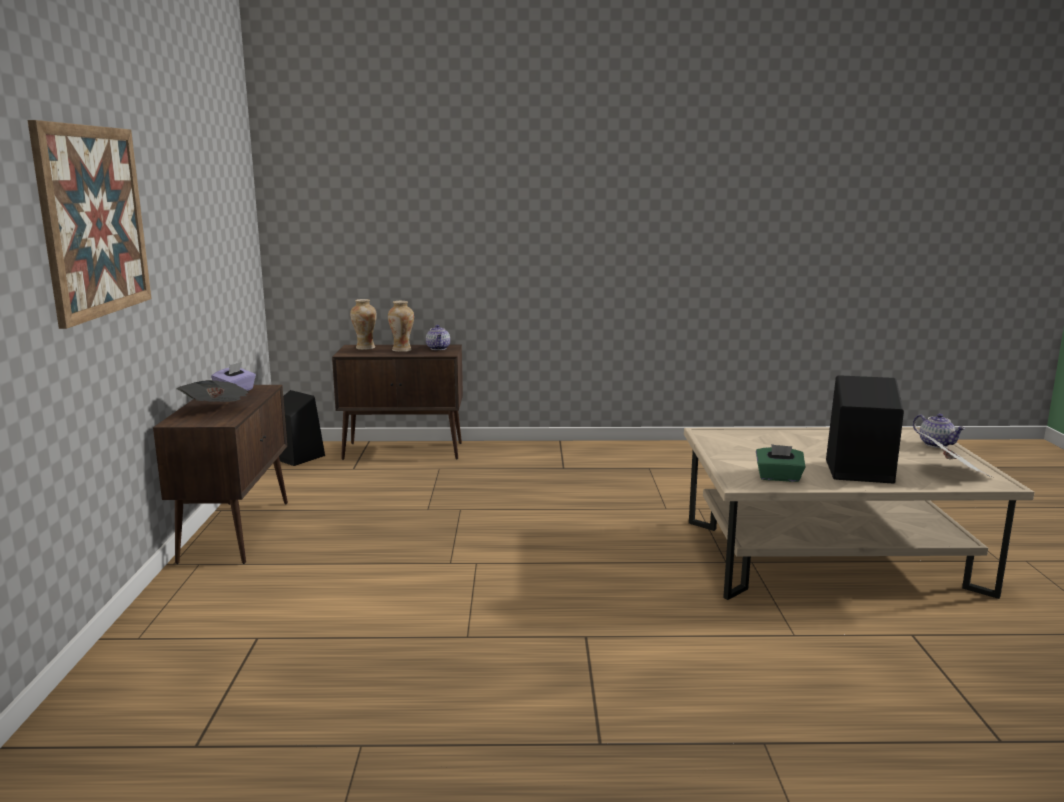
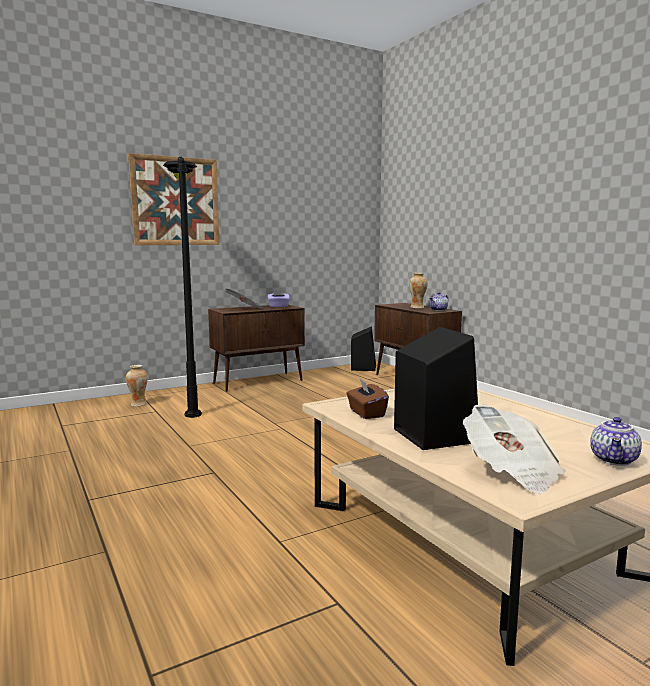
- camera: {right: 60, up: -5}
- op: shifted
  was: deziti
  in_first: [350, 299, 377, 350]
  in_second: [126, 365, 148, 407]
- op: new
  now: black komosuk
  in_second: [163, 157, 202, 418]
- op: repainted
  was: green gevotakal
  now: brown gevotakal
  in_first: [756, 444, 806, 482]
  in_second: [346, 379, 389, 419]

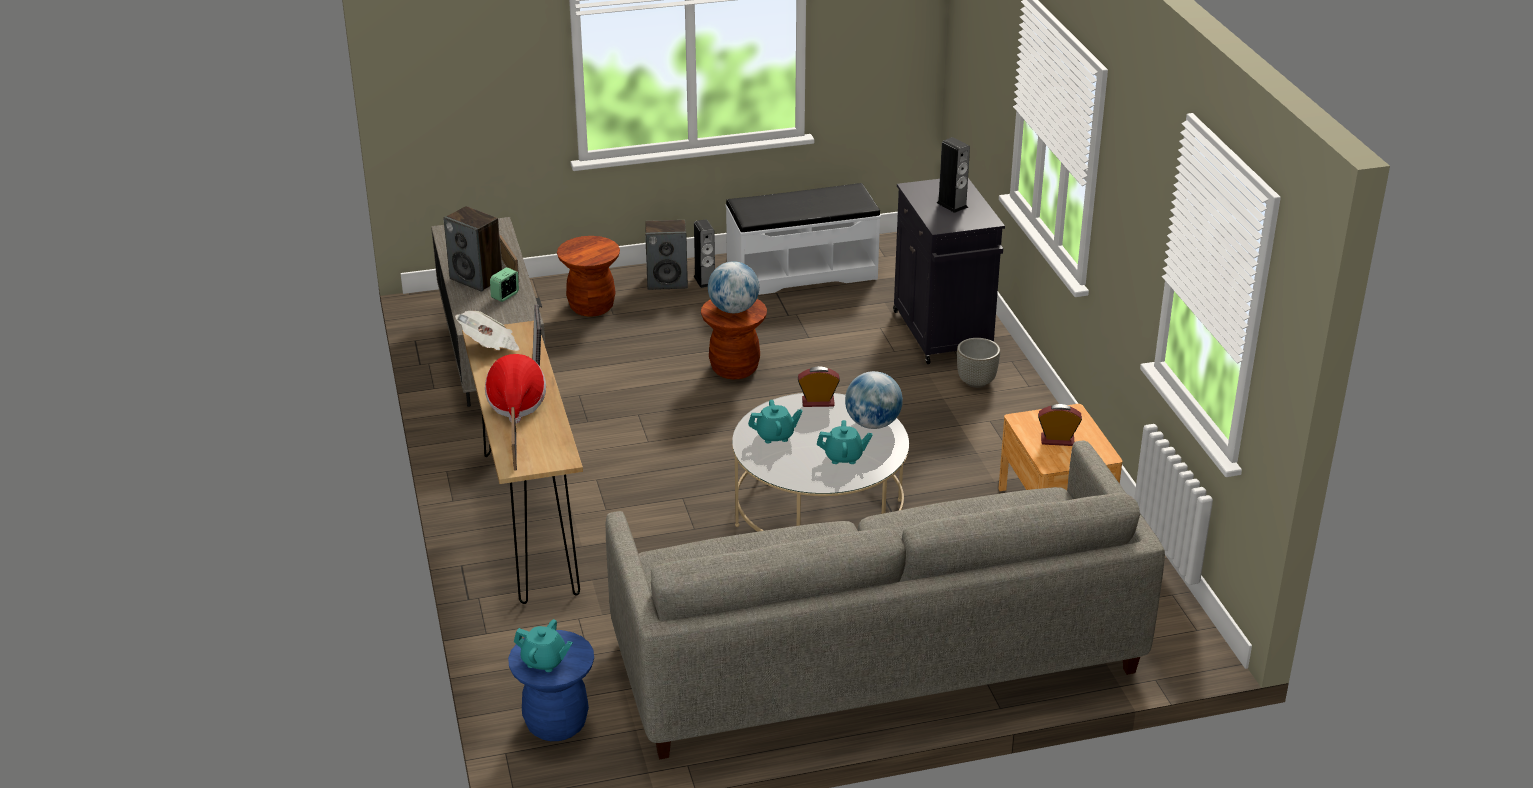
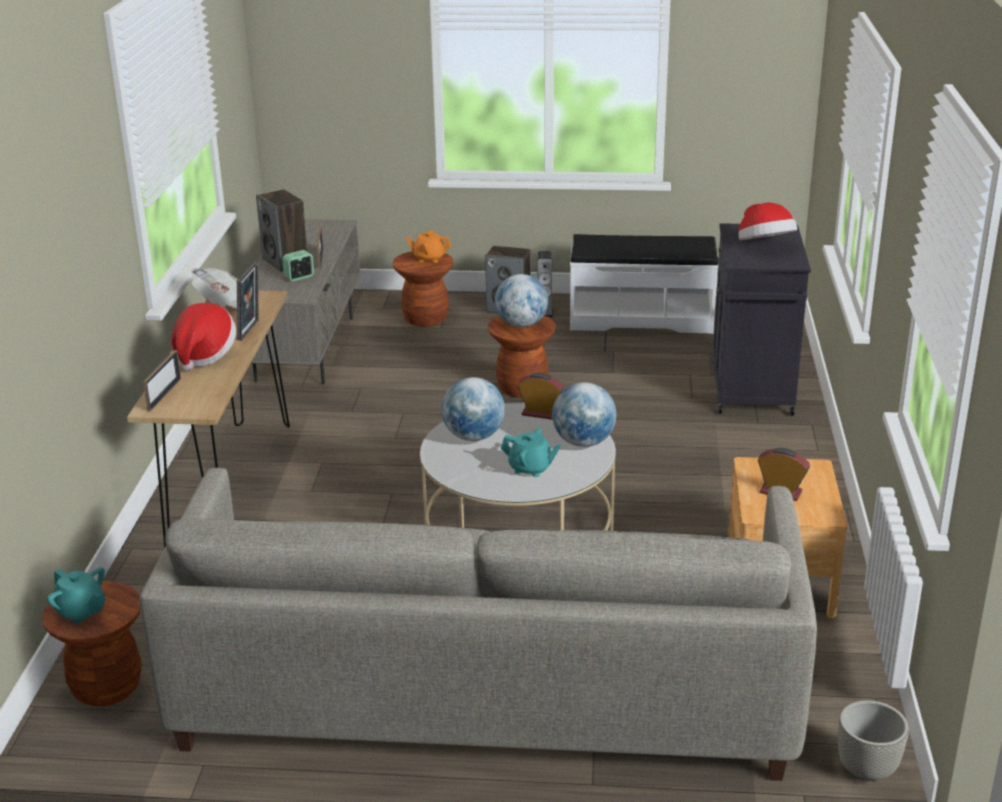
- camera: {right: 20, up: -5}
- op: repainted
  was: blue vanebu
  now: brown vanebu
  in_first: [508, 630, 594, 741]
  in_second: [42, 581, 142, 707]
- op: new
  now: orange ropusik
  in_second: [406, 230, 451, 263]
- op: swapped
  was: turquoise ropusik
  now: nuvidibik
  in_first: [748, 400, 802, 443]
  in_second: [441, 377, 505, 441]
- op: swapped
  was: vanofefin
  now: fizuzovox
  in_first: [937, 137, 970, 213]
  in_second: [738, 203, 797, 240]
- op: shifted
  was: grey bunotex
  in_first: [957, 338, 1000, 388]
  in_second: [838, 700, 909, 781]

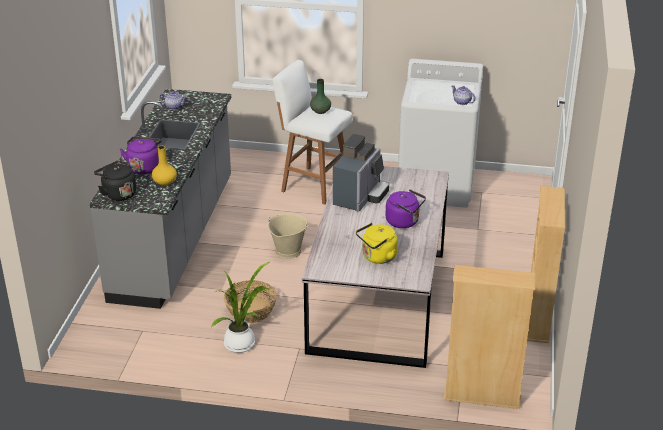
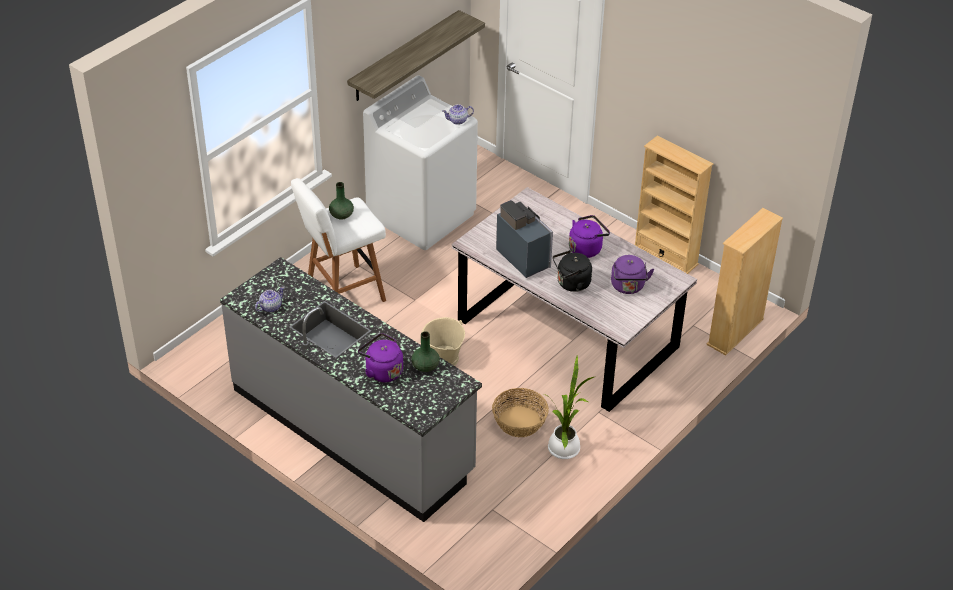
- camera: {right: -60, up: 10}
- op: new
  now: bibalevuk
  in_second: [347, 10, 485, 101]
- op: repainted
  was: yellow deziti
  now: green deziti
  in_first: [152, 146, 177, 186]
  in_second: [412, 331, 440, 372]
- op: shifted
  was: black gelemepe
  in_first: [94, 160, 136, 201]
  in_second: [553, 250, 592, 292]
- op: repainted
  was: yellow gelemepe
  now: purple gelemepe
  in_first: [356, 223, 398, 264]
  in_second: [611, 255, 654, 294]

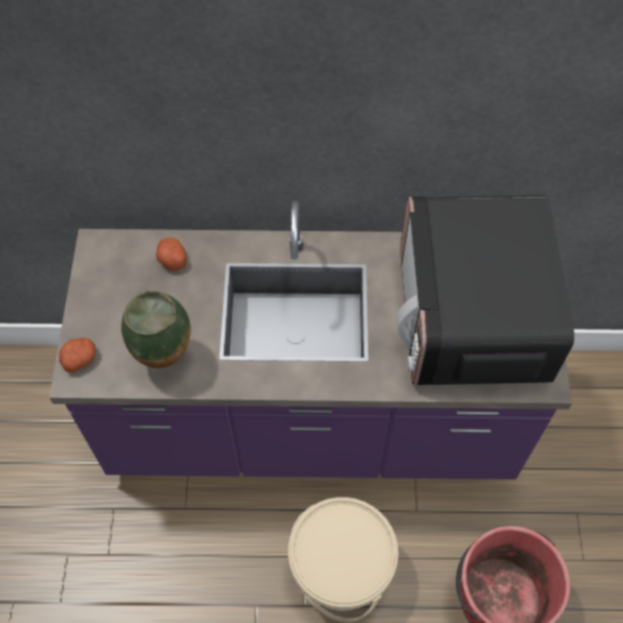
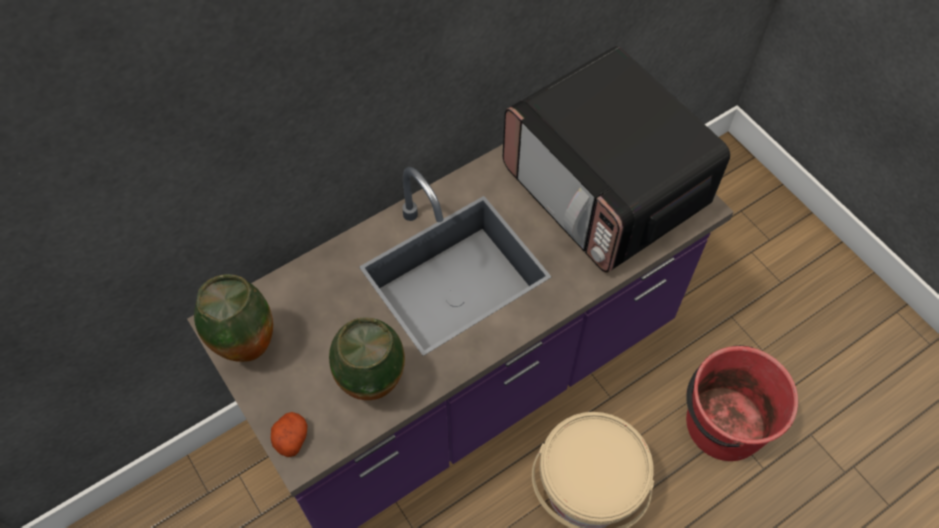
- camera: {right: -35, up: 0}
- op: new
  now: deziti
  in_second: [194, 274, 273, 362]
- op: gone
  was: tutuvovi
  in_first: [156, 238, 187, 270]

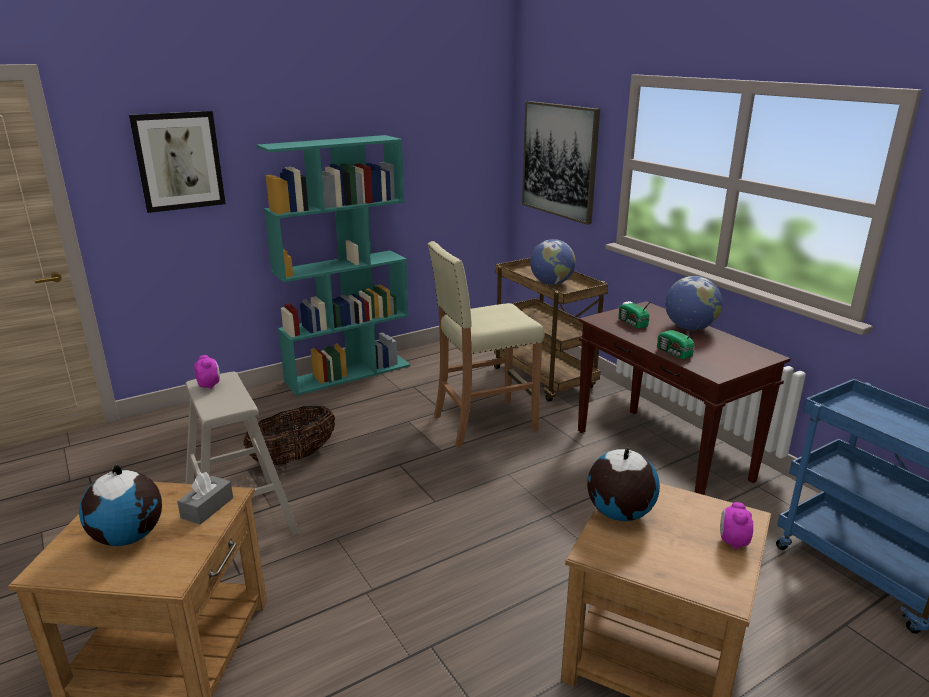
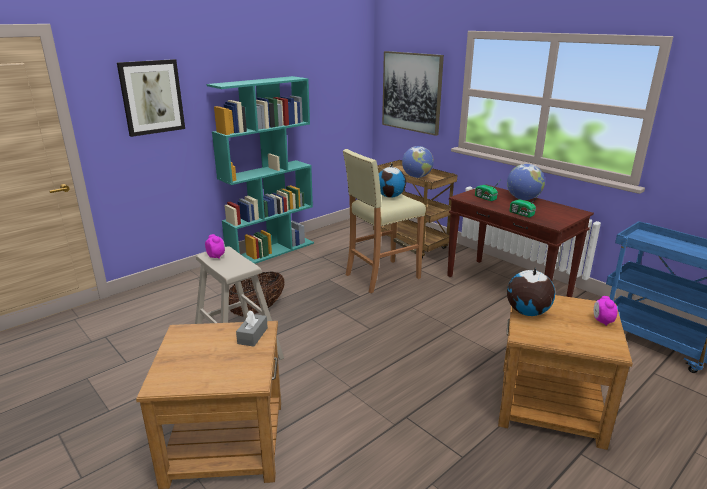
- camera: {right: -10, up: 0}
- op: shifted
  was: nuvidibik
  in_first: [79, 465, 162, 546]
  in_second: [379, 163, 406, 198]

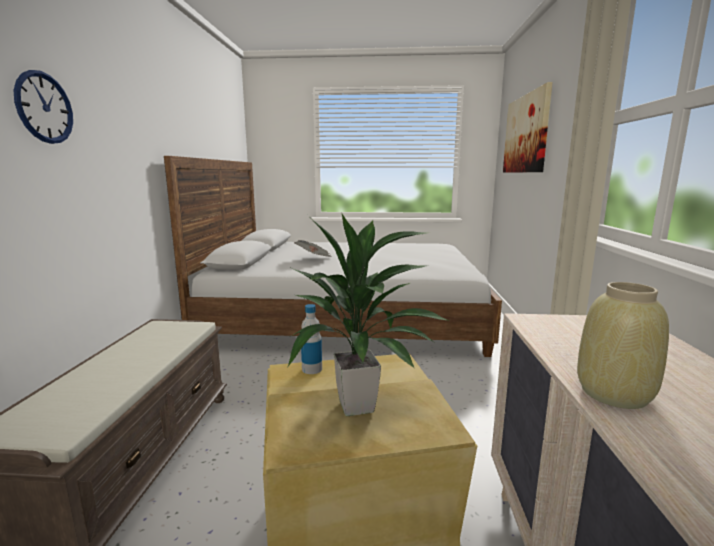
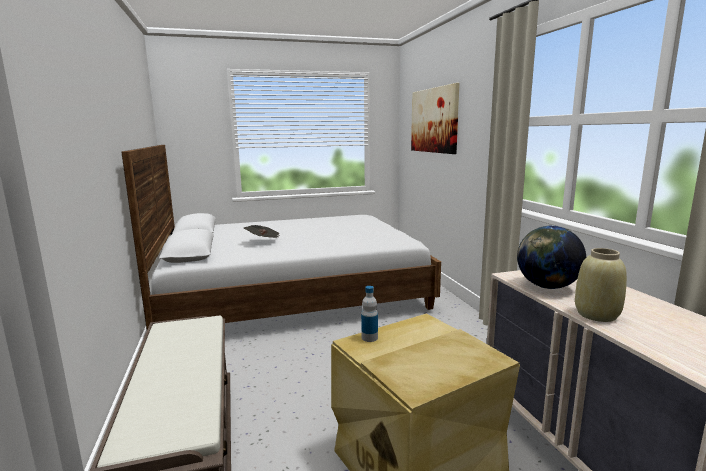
- camera: {right: -20, up: 0}
- op: new
  now: nuvidibik
  in_second: [517, 225, 586, 289]
- op: gone
  was: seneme
  in_first: [14, 70, 73, 144]
- op: gone
  was: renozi
  in_first: [287, 214, 449, 416]

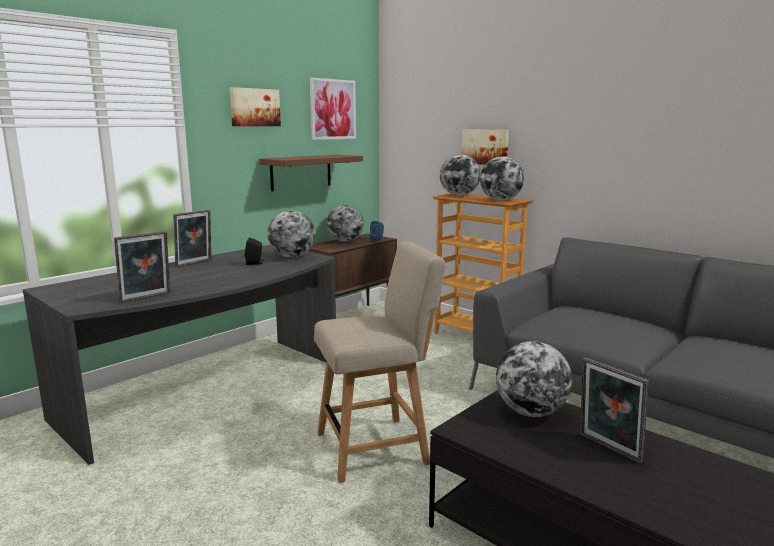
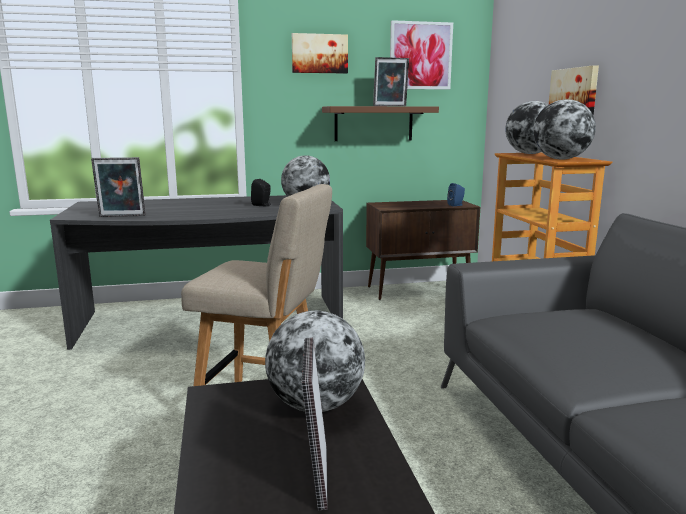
- camera: {right: 35, up: 0}
- op: shifted
  was: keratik
  in_first: [173, 210, 211, 267]
  in_second: [373, 57, 409, 106]
- op: gone
  was: nuvidibik
  in_first: [327, 205, 364, 242]

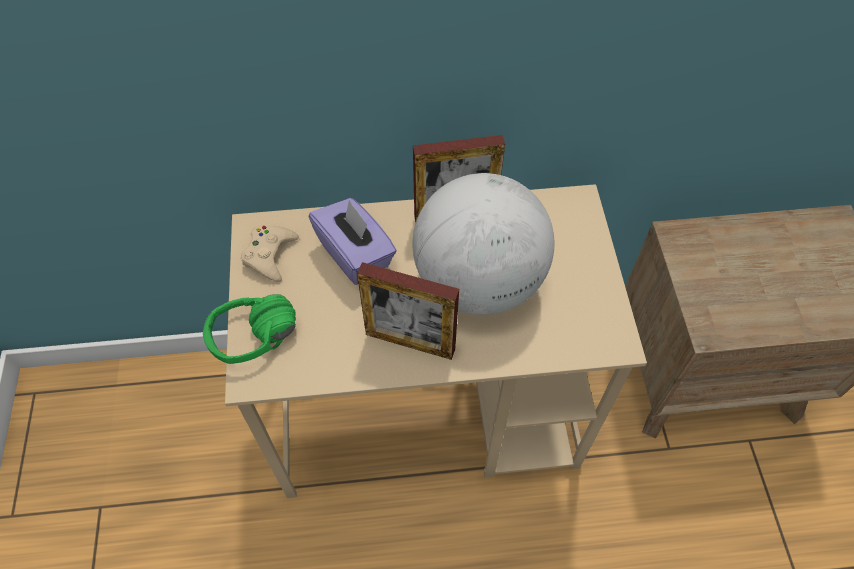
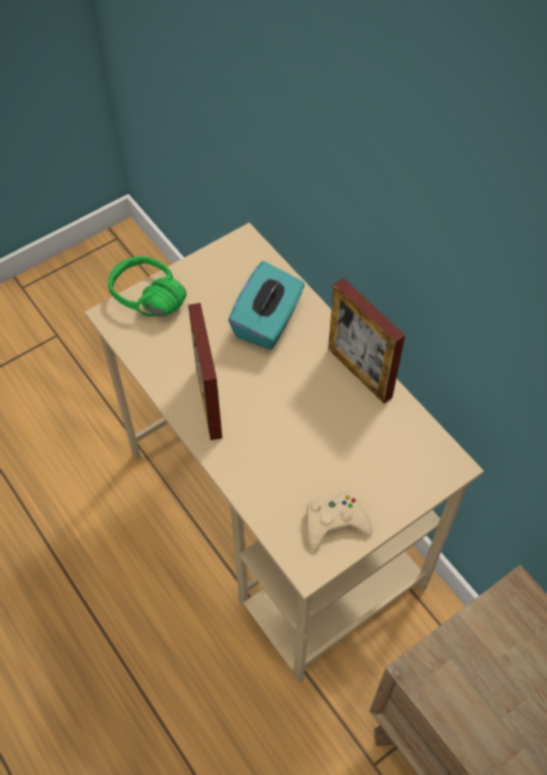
- camera: {right: 60, up: 0}
- op: repainted
  was: purple gevotakal
  now: turquoise gevotakal
  in_first: [309, 198, 397, 285]
  in_second: [228, 261, 305, 350]
- op: shifted
  was: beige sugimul
  in_first: [240, 225, 299, 281]
  in_second: [307, 491, 373, 552]
- op: gone
  was: nuvidibik
  in_first: [413, 173, 555, 315]

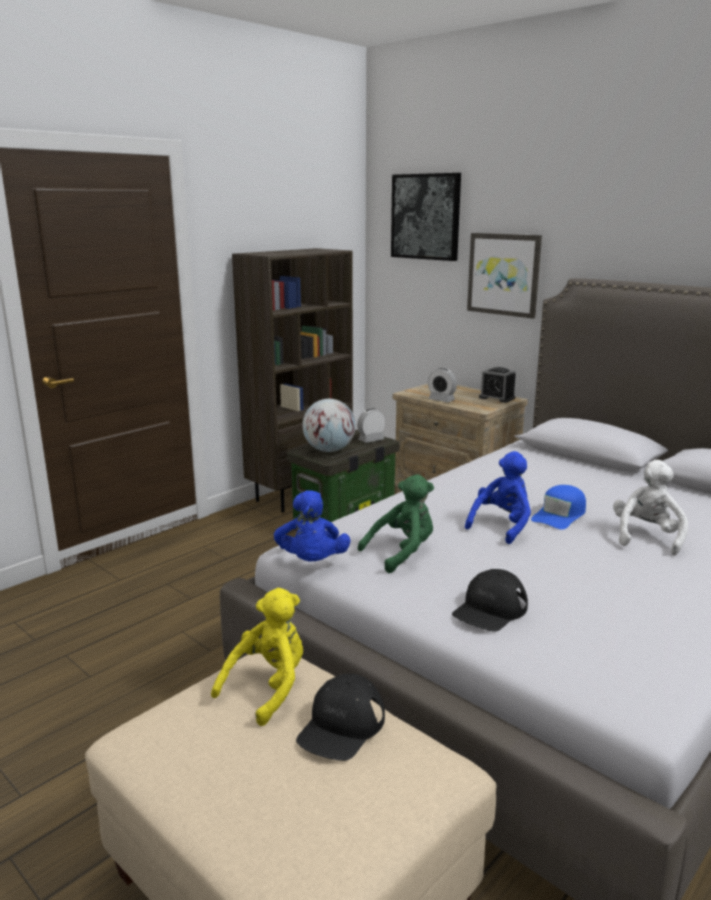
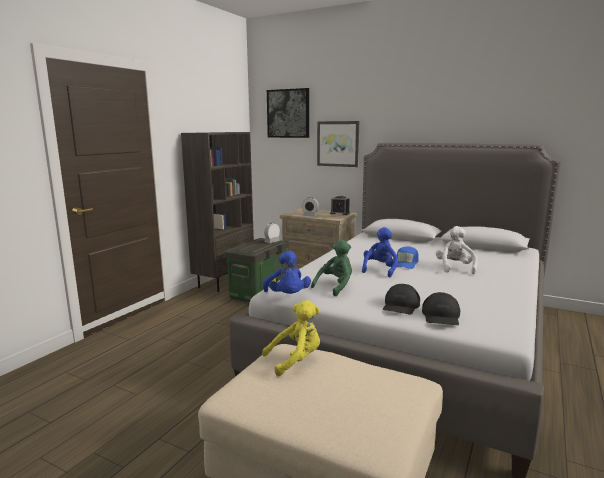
- camera: {right: -15, up: -5}
- op: rotated
  was: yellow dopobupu
  in_first: [211, 588, 303, 726]
  in_second: [262, 300, 320, 376]
  clockwise: 45
- op: shifted
  was: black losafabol
  in_first: [296, 674, 385, 761]
  in_second: [422, 292, 460, 325]
- op: gone
  was: nuvidibik
  in_first: [302, 399, 356, 452]

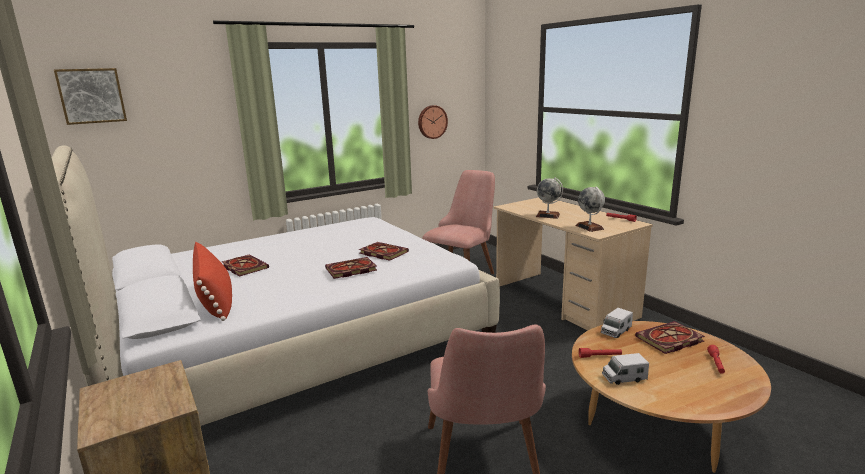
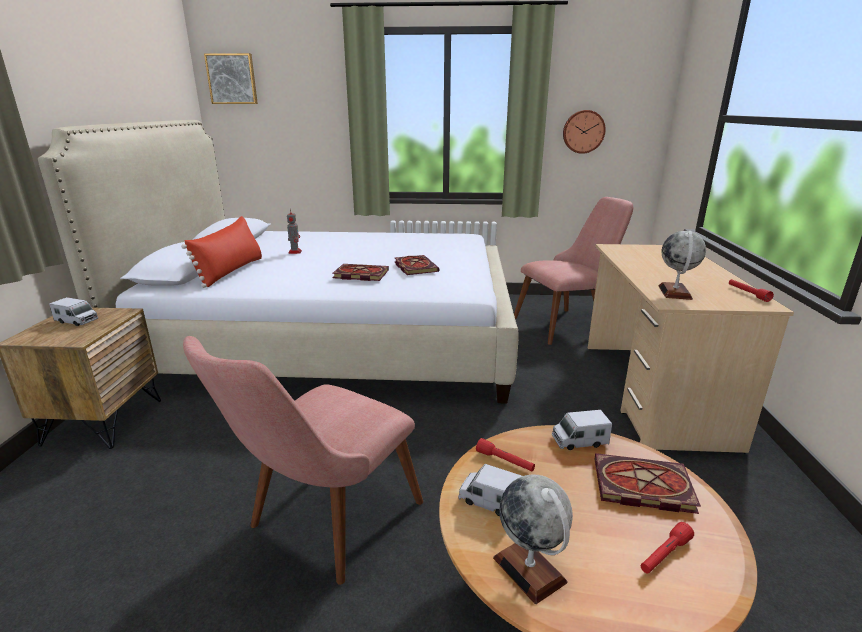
- camera: {right: 35, up: 5}
- op: new
  now: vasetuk
  in_second: [49, 297, 98, 326]
- op: swapped
  was: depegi
  now: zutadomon
  in_first: [222, 255, 269, 276]
  in_second: [287, 209, 302, 254]
- op: shifted
  was: nuvidibik
  in_first: [536, 177, 563, 219]
  in_second: [493, 474, 573, 604]

